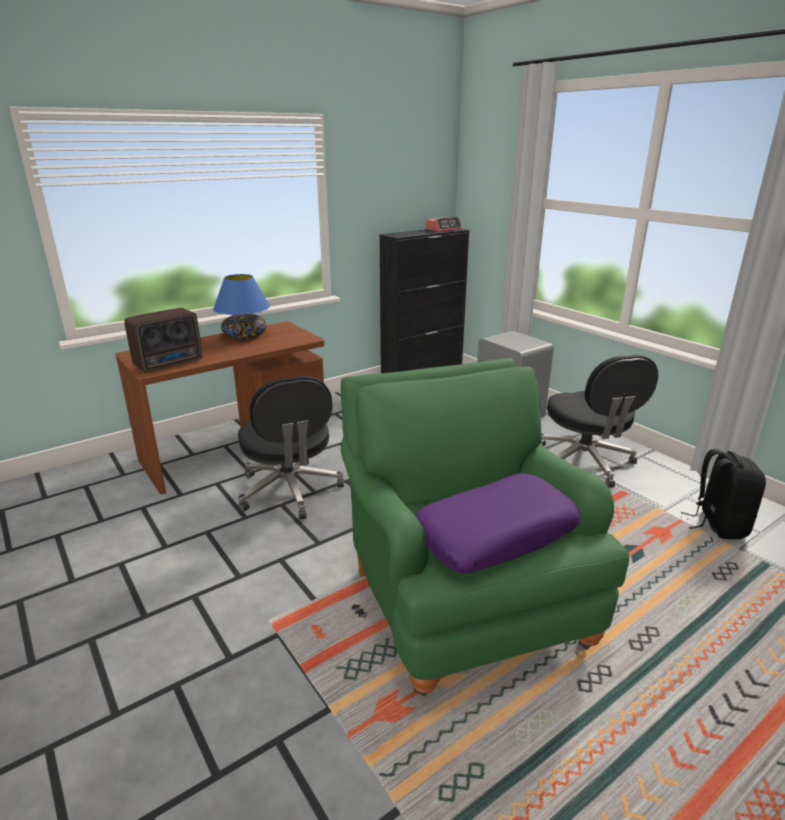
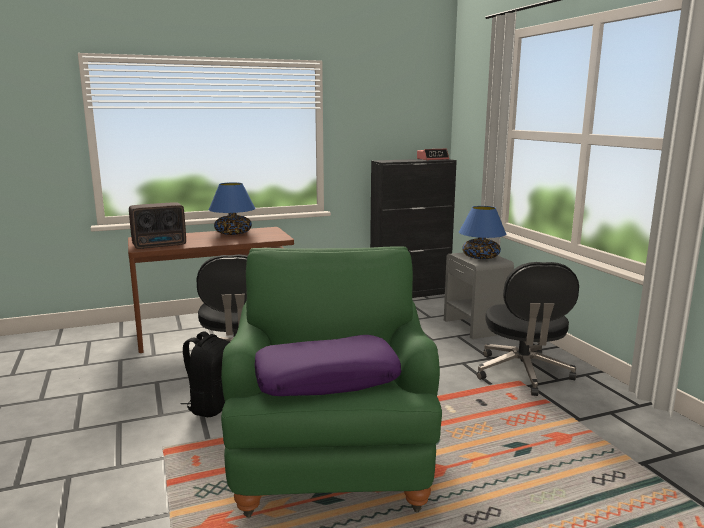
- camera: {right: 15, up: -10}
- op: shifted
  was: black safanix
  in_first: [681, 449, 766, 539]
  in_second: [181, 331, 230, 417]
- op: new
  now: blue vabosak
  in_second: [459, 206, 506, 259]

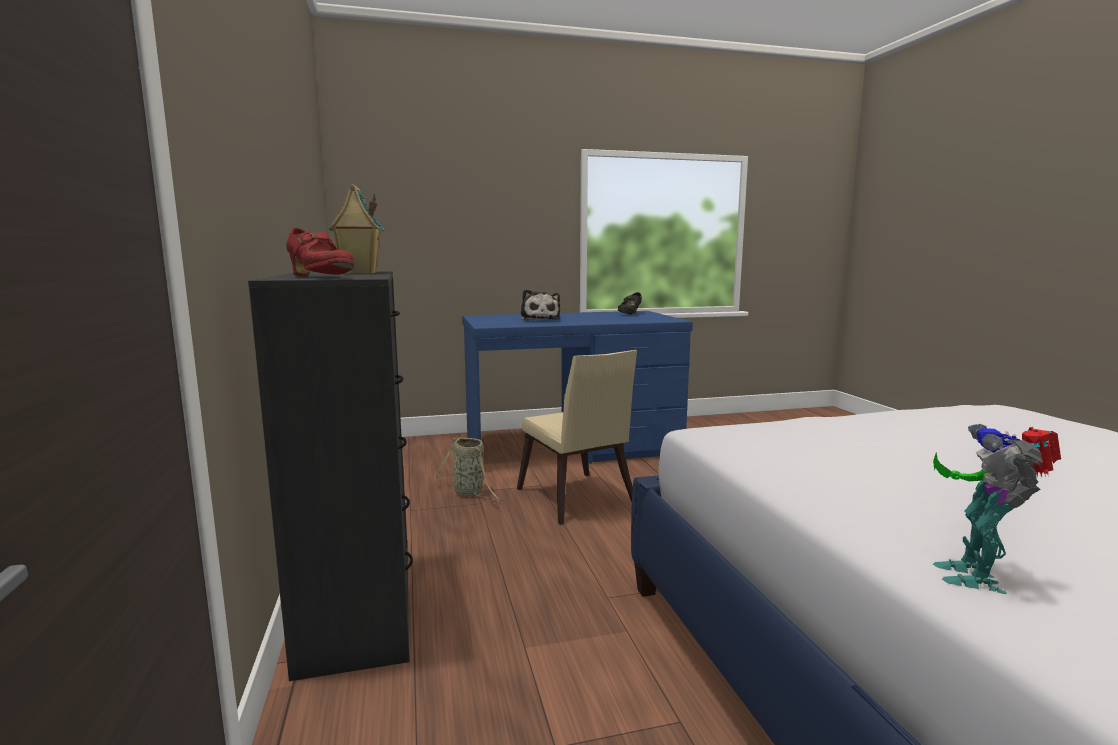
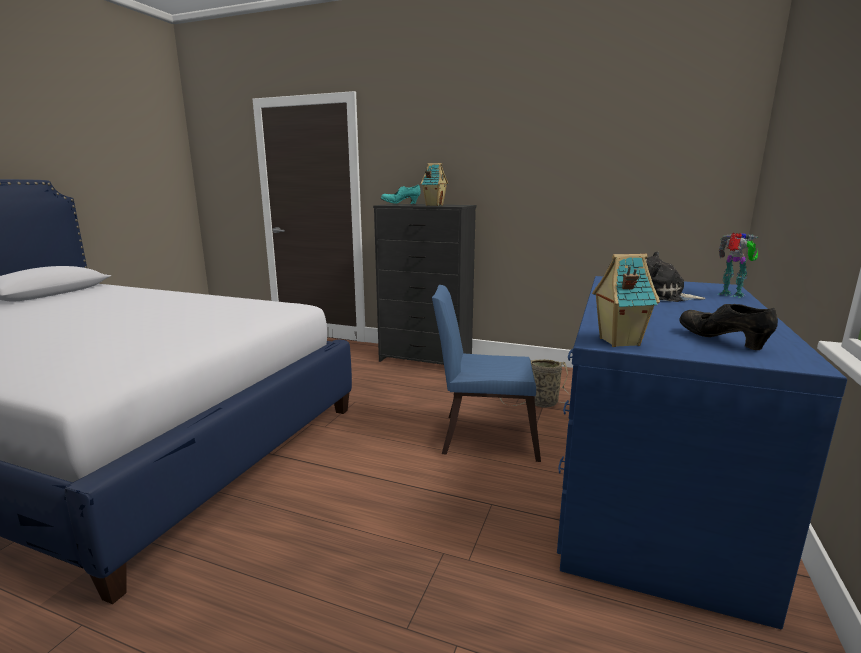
- camera: {right: 125, up: 5}
- op: repainted
  was: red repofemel
  now: turquoise repofemel
  in_first: [286, 228, 354, 276]
  in_second: [381, 185, 421, 204]
- op: repainted
  was: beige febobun
  now: blue febobun
  in_first: [517, 350, 637, 525]
  in_second: [432, 285, 541, 462]
- op: new
  now: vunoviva
  in_second: [592, 254, 660, 347]
- op: shifted
  was: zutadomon
  in_first: [933, 424, 1061, 594]
  in_second: [718, 233, 759, 298]

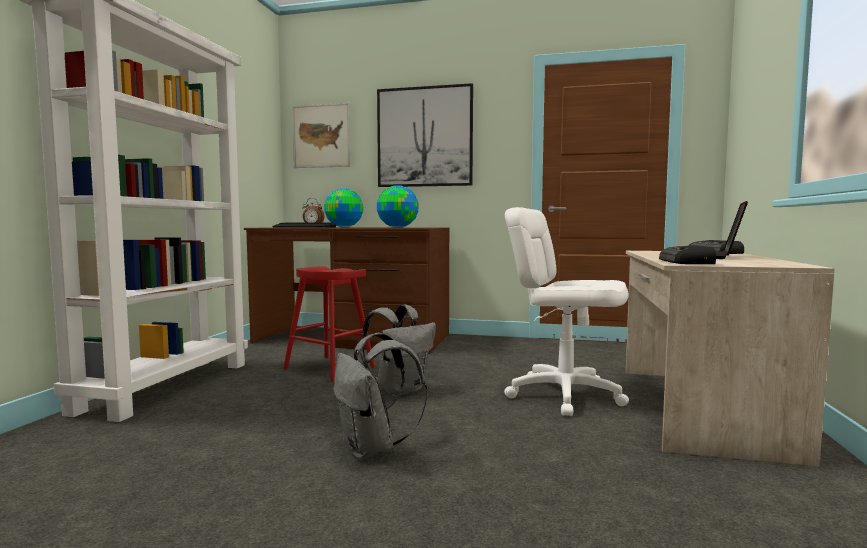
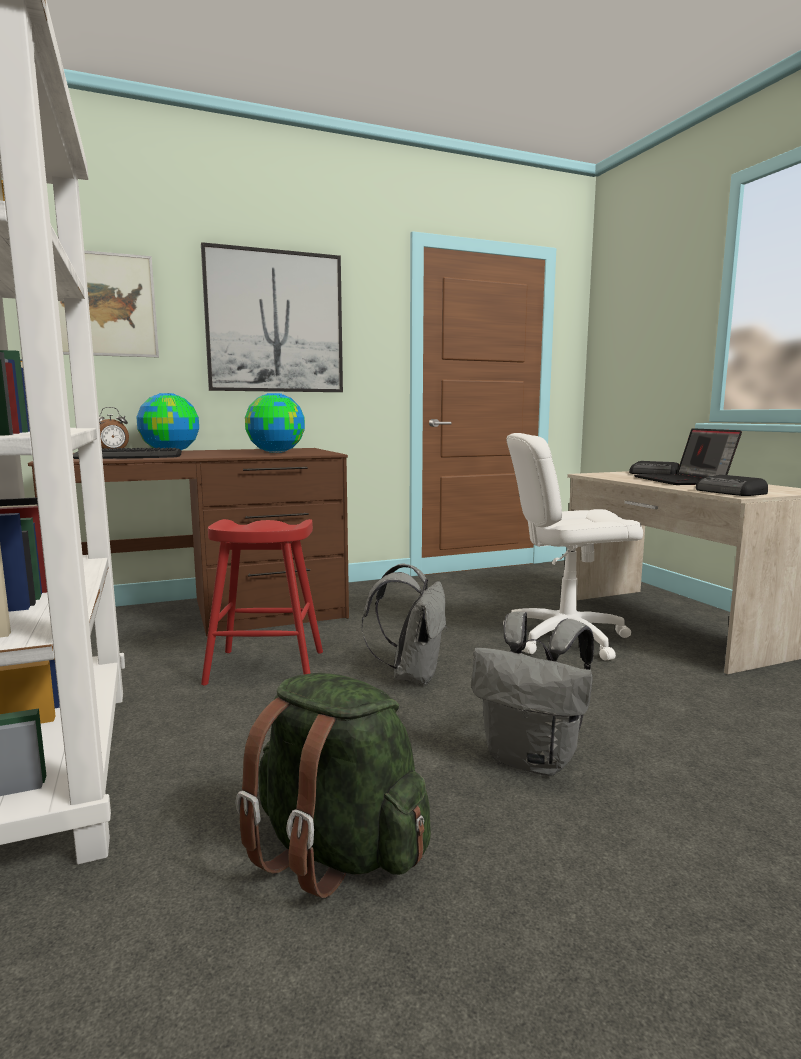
- camera: {right: -35, up: 5}
- op: new
  now: green safanix
  in_second: [235, 673, 431, 898]

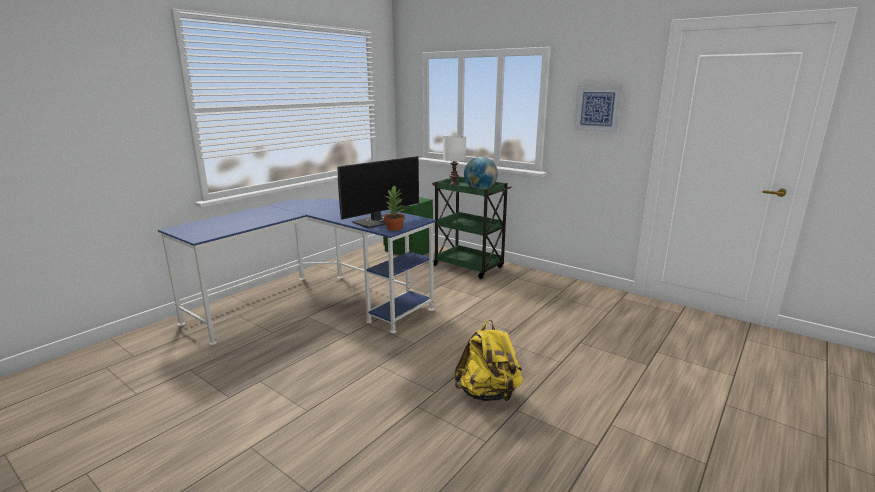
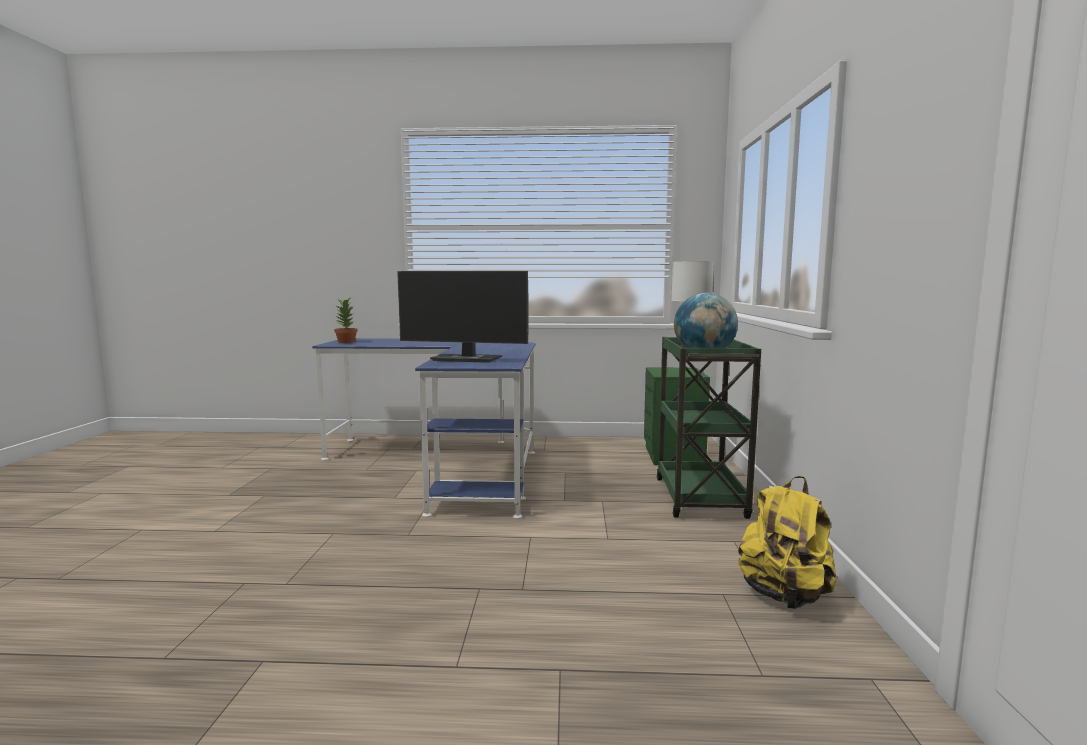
- camera: {right: 55, up: -10}
- op: shifted
  was: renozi
  in_first: [384, 185, 405, 231]
  in_second: [334, 296, 358, 343]
- op: shifted
  was: yellow safanix
  in_first: [455, 320, 523, 402]
  in_second: [738, 476, 837, 609]
- op: gone
  was: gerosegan
  in_first: [574, 86, 623, 133]

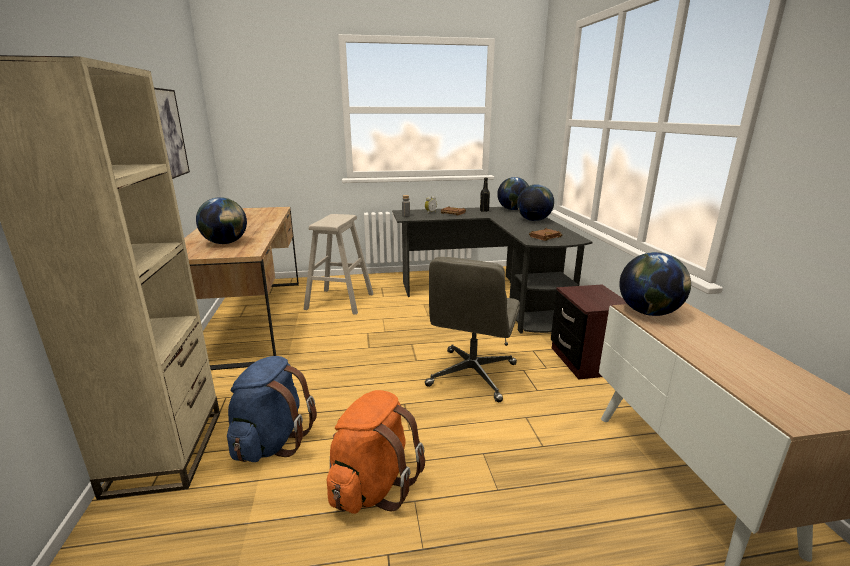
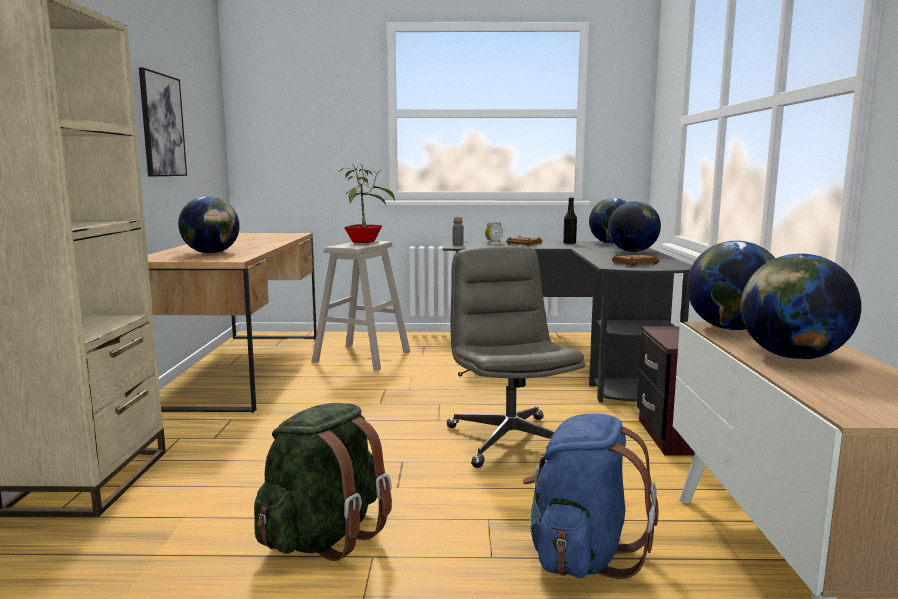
- camera: {right: 10, up: -10}
- op: repainted
  was: orange safanix
  now: green safanix
  in_first: [327, 390, 425, 514]
  in_second: [254, 403, 392, 561]
- op: new
  now: renozi
  in_second: [340, 163, 395, 243]
- op: rotated
  was: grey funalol
  in_first: [425, 257, 520, 402]
  in_second: [447, 246, 585, 468]
  clockwise: 135
- op: shifted
  was: blue safanix
  in_first: [227, 356, 317, 462]
  in_second: [523, 414, 659, 579]
- op: new
  now: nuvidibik
  in_second: [741, 253, 861, 359]

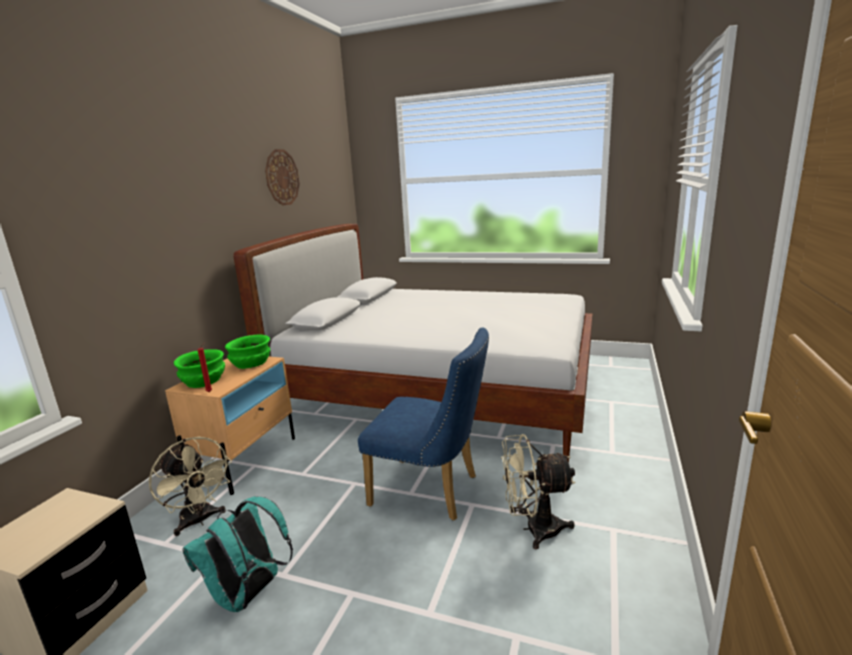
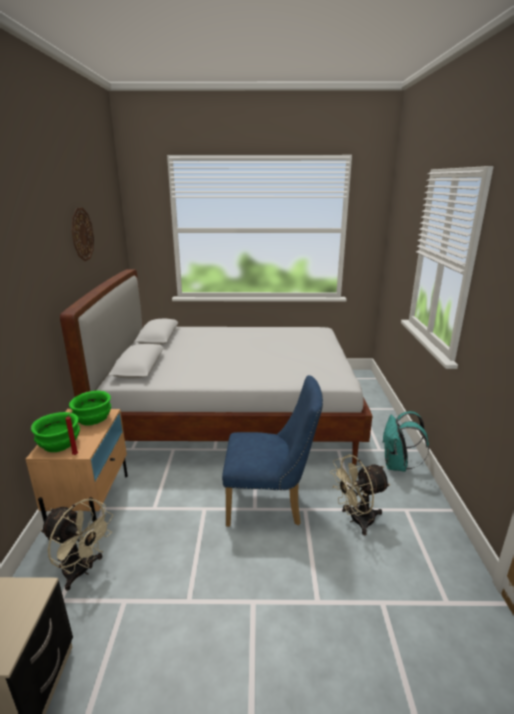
- camera: {right: -20, up: 5}
- op: shifted
  was: turquoise safanix
  in_first: [182, 496, 293, 612]
  in_second: [382, 411, 429, 472]

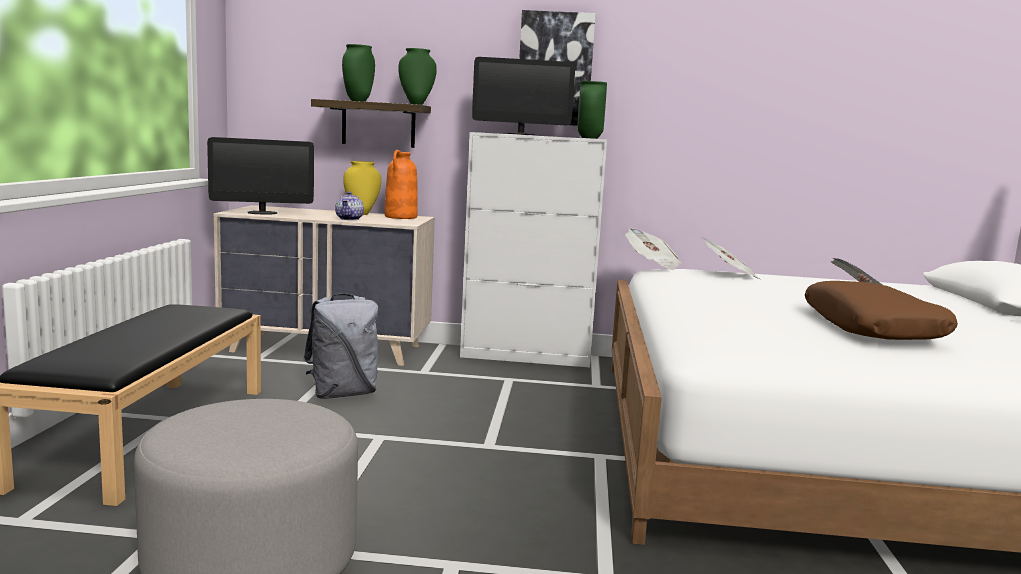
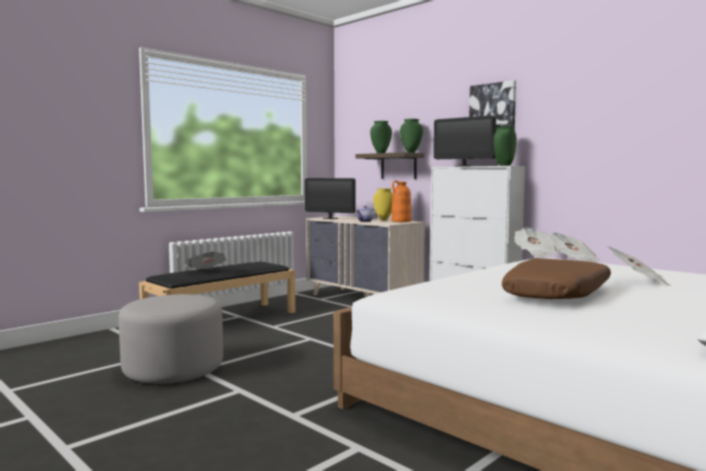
- camera: {right: 40, up: -5}
- op: new
  now: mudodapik
  in_second: [188, 252, 226, 269]
- op: gone
  was: grey safanix
  in_first: [303, 293, 379, 399]

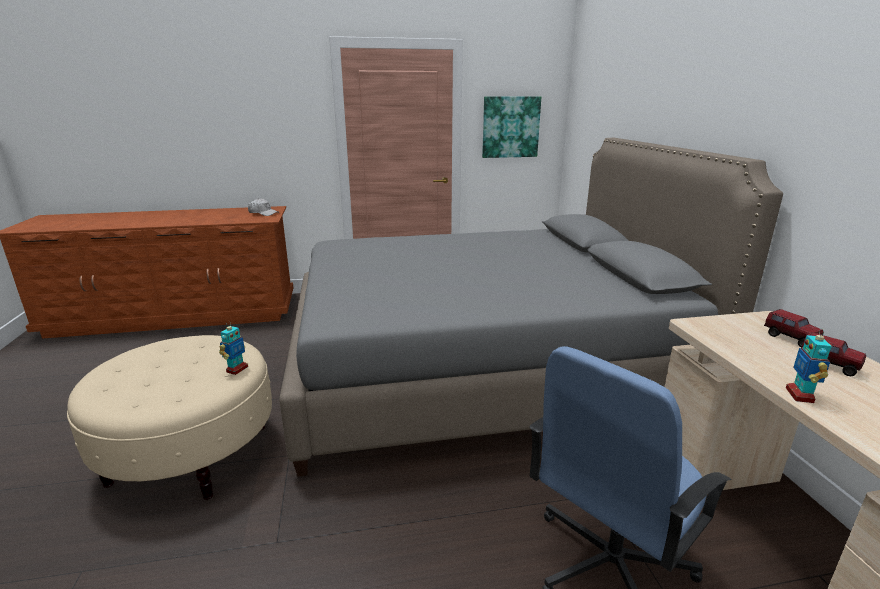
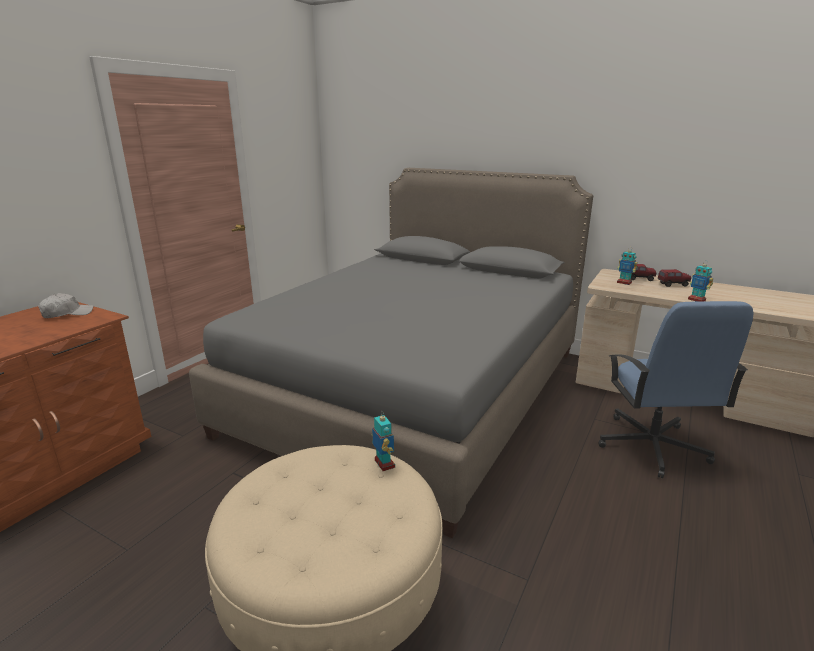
- camera: {right: -50, up: 0}
- op: new
  now: zutadomon
  in_second: [617, 247, 638, 285]
- op: gone
  was: gerosegan
  in_first: [482, 96, 541, 158]

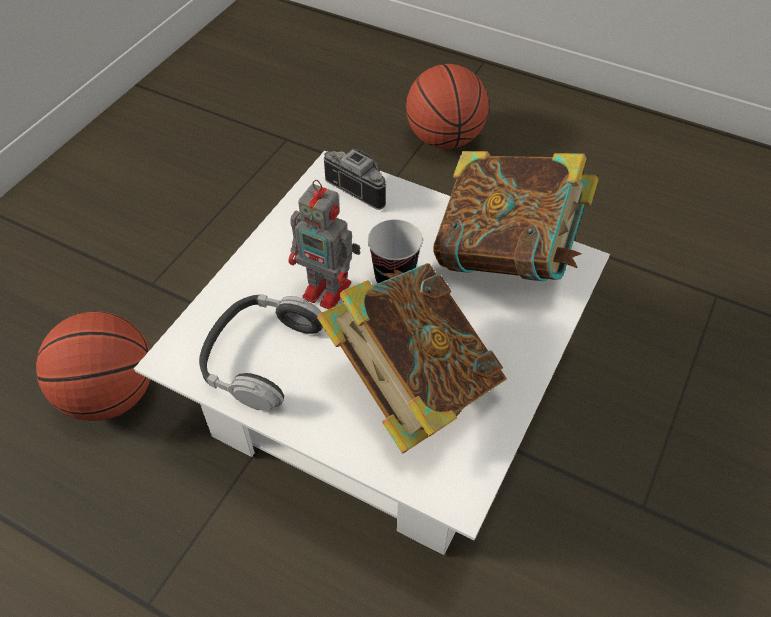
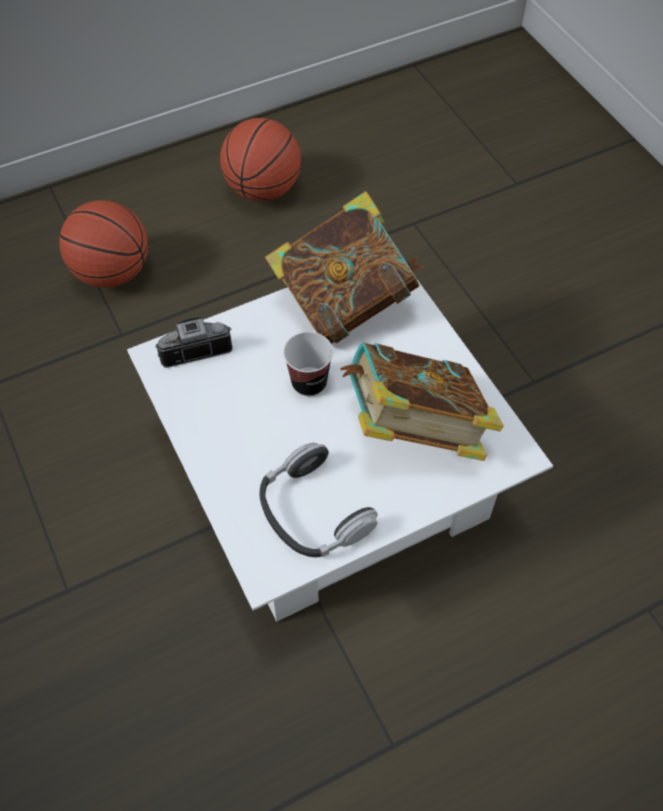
- camera: {right: -55, up: 5}
- op: shifted
  was: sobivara
  in_first: [36, 311, 151, 421]
  in_second: [220, 118, 301, 201]
- op: gone
  was: zutadomon
  in_first: [289, 180, 361, 309]

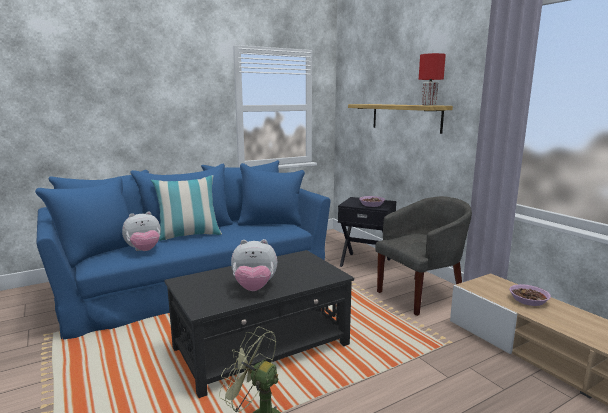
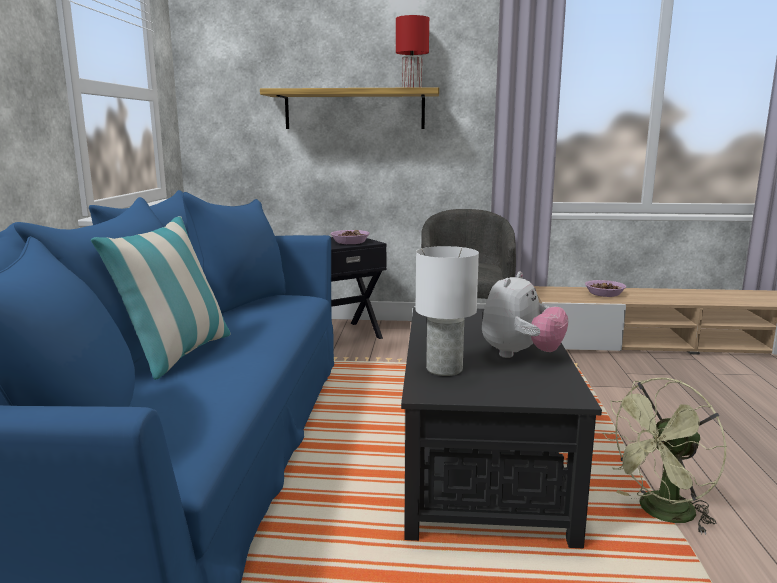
- camera: {right: -55, up: 0}
- op: new
  now: white vabosak
  in_second: [415, 246, 479, 376]
- op: gone
  was: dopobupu
  in_first: [122, 211, 161, 251]

